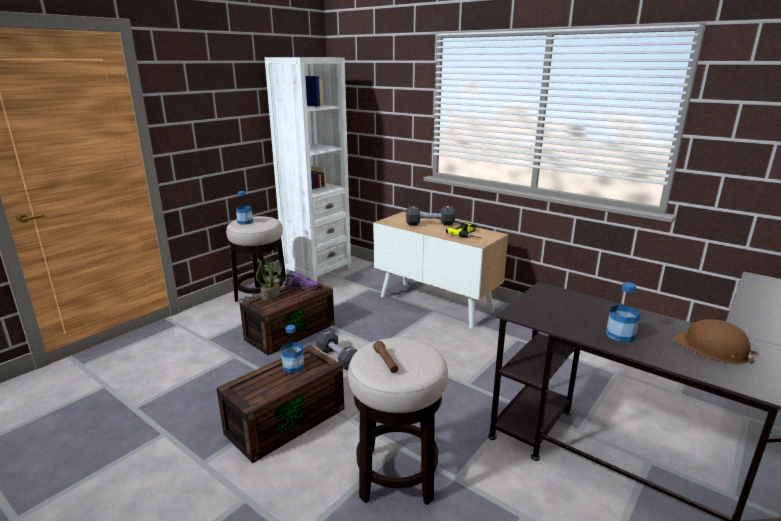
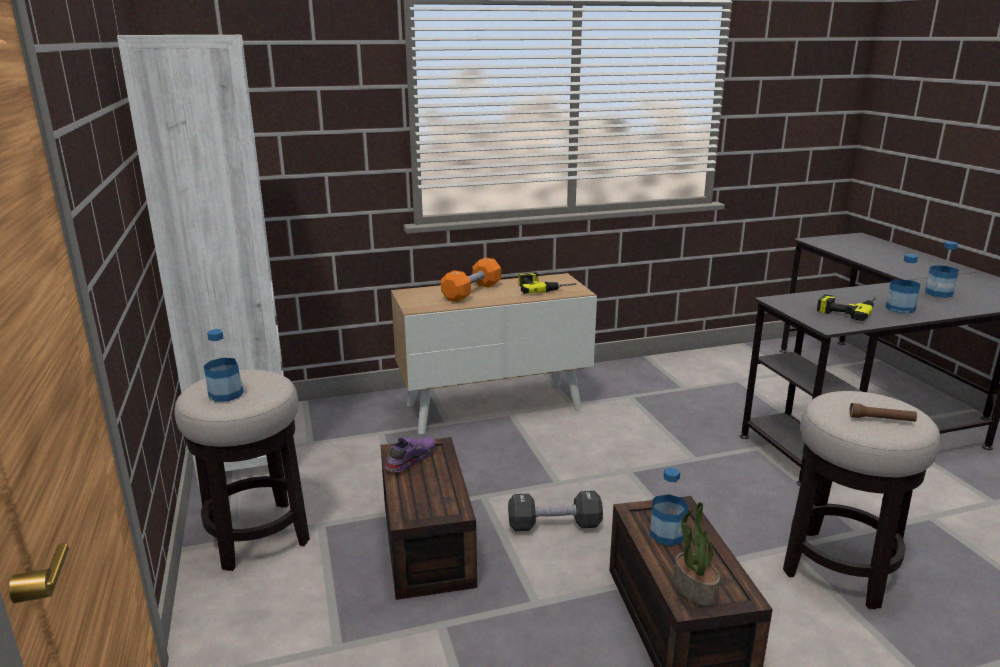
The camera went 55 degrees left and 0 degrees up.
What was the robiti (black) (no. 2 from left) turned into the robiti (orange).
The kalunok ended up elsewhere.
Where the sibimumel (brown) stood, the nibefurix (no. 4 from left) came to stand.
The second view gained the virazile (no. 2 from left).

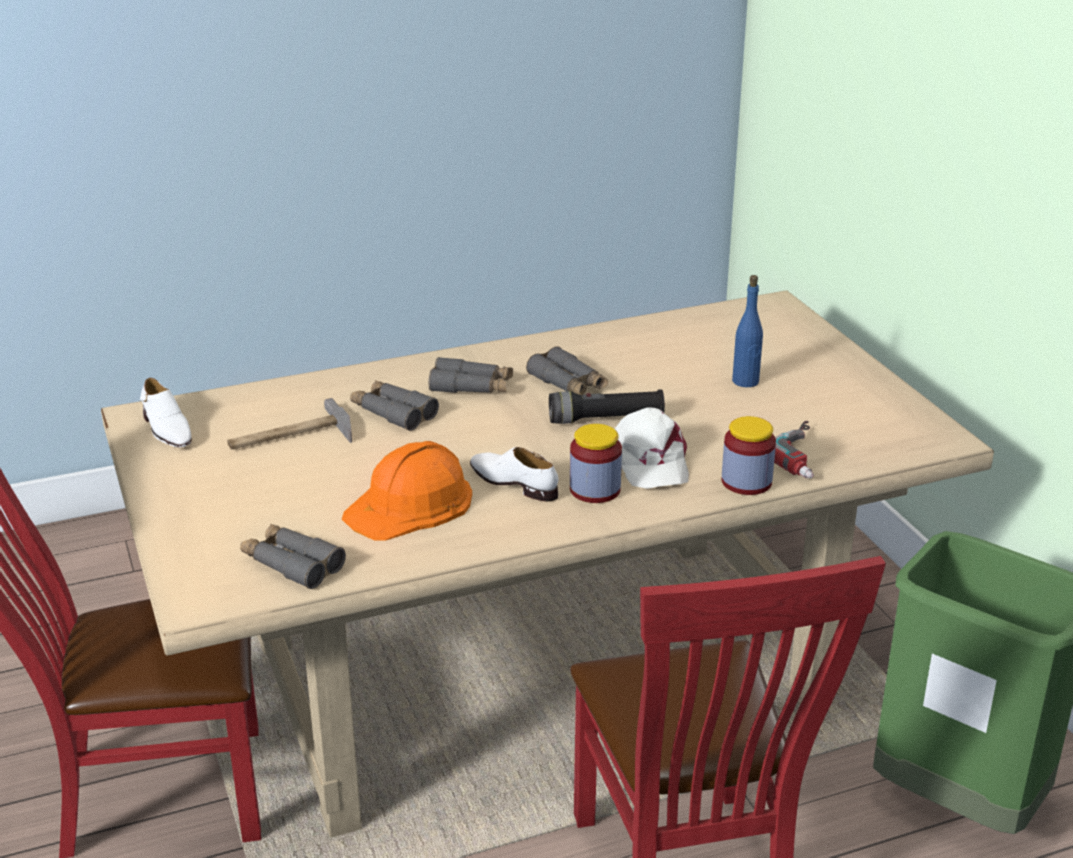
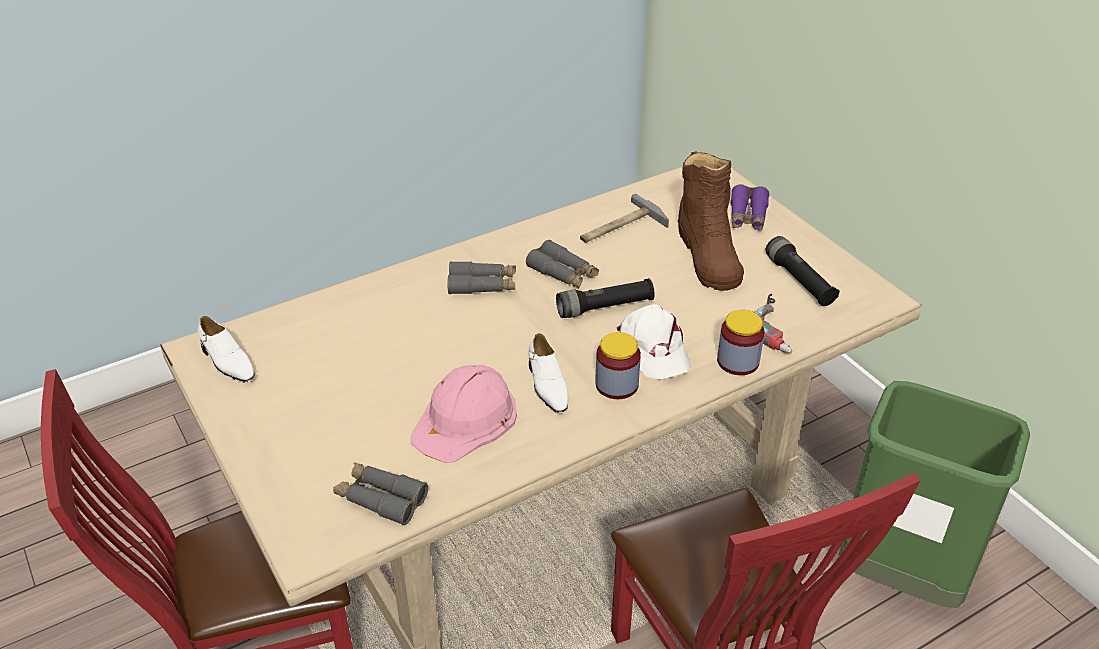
The camera went 10 degrees left and 10 degrees up.
Where the nibefurix (blue) stood, the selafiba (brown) came to stand.
The second view lost the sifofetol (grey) (no. 2 from left).
The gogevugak ended up elsewhere.
What was the sibimumel (orange) turned into the sibimumel (pink).
The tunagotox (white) (no. 2 from left) ended up facing another way, 135 degrees counterclockwise from before.
The second view gained the sifofetol (purple).
The second view gained the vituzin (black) (no. 2 from left).

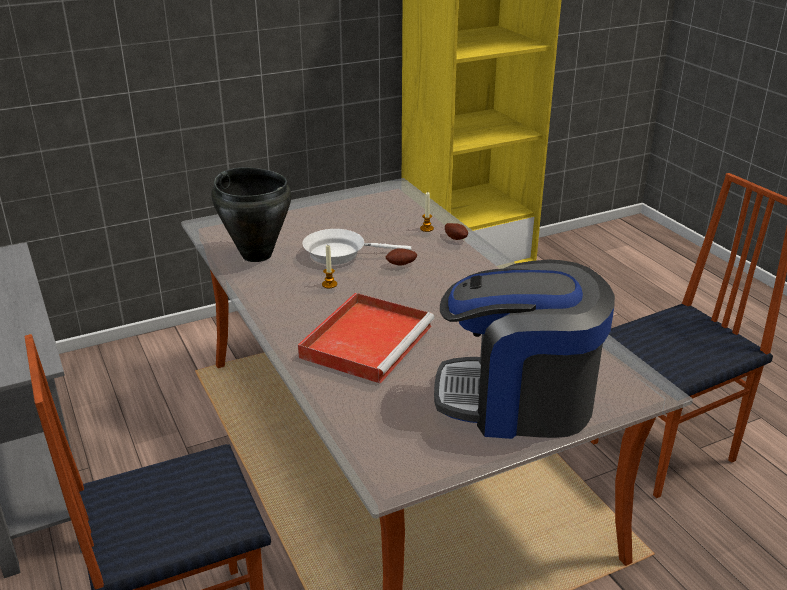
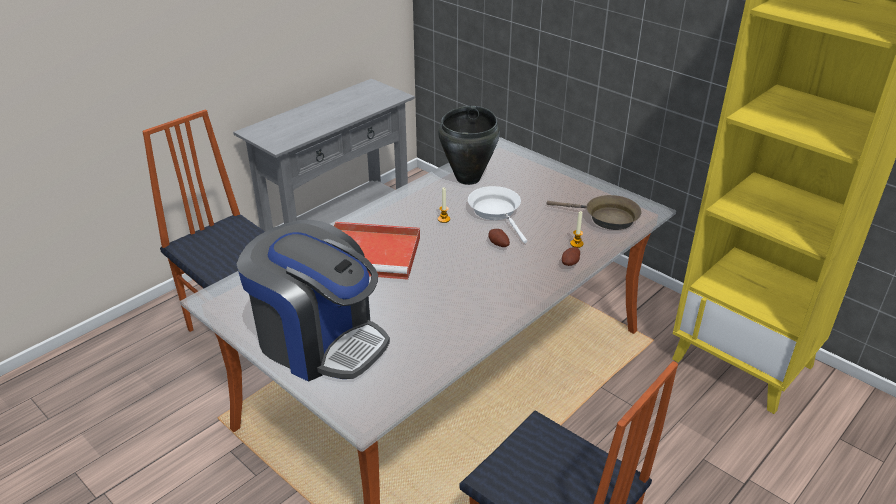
The camera went 70 degrees right and 5 degrees up.
The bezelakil ended up facing another way, 135 degrees clockwise from before.
The second view gained the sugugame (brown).

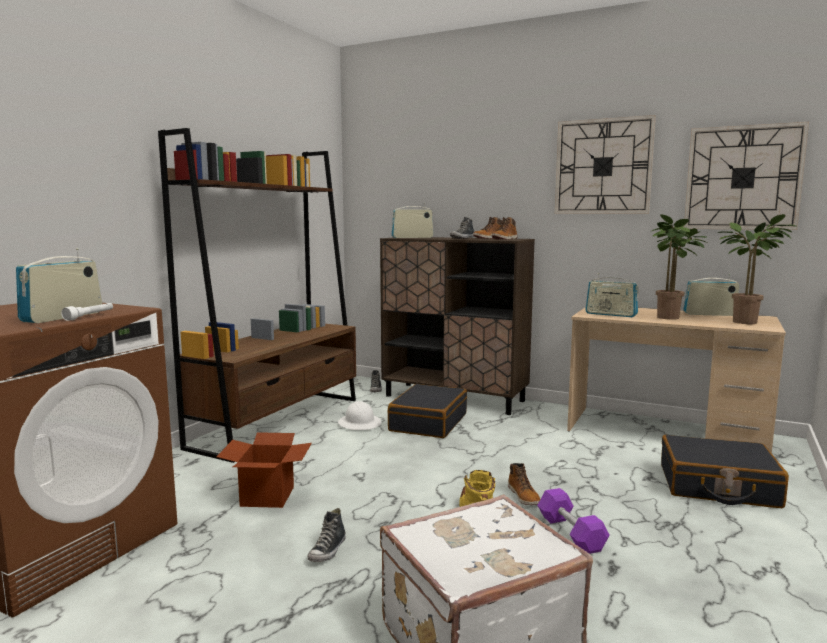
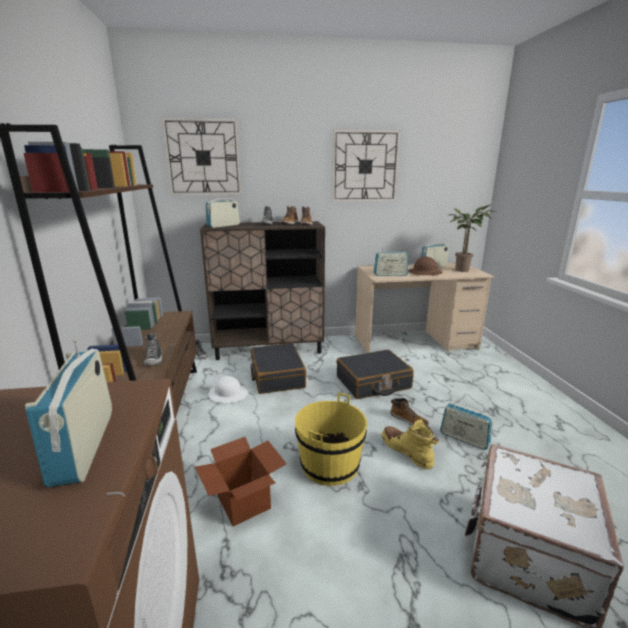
The camera went 35 degrees left and 10 degrees up.
The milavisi (no. 2 from left in the first image) ended up elsewhere.
Where the kalunok (no. 1 from left) stood, the sibimumel (brown) came to stand.
The second view lost the vituzin (white).
The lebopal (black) (no. 2 from left) ended up elsewhere.
Where the robiti (purple) stood, the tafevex (no. 5 from left) came to stand.
The tunagotox (no. 1 from left) ended up elsewhere.
The second view gained the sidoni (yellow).

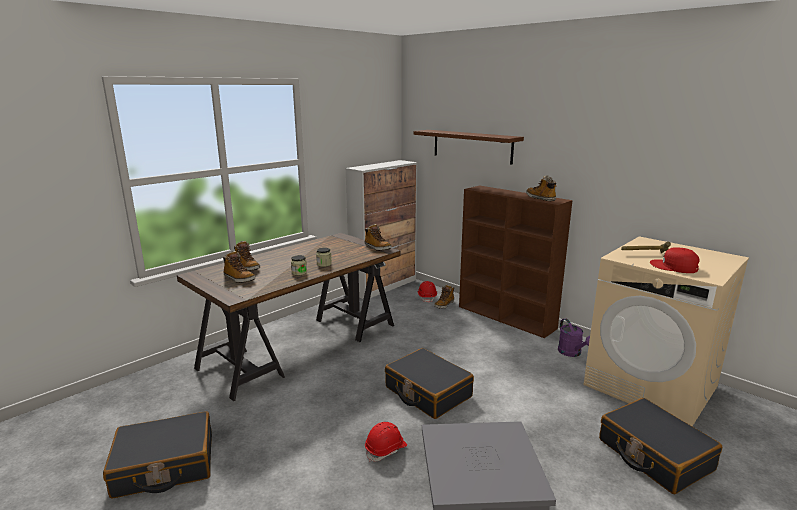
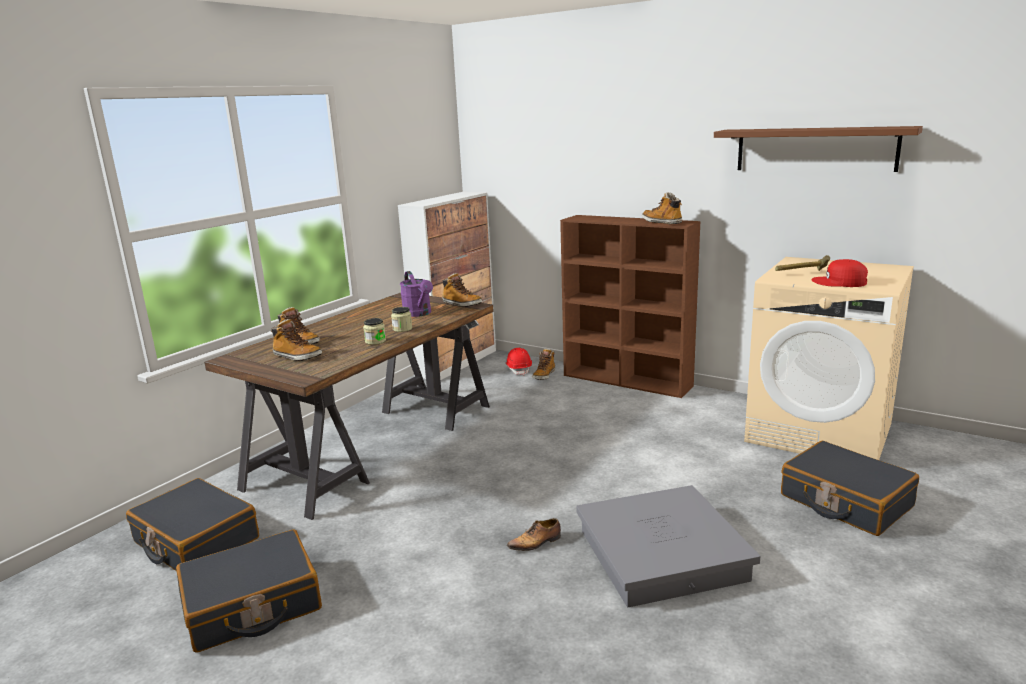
The camera went 10 degrees left and 0 degrees up.
The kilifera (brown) ended up elsewhere.
The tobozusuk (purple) ended up elsewhere.
The lebopal (black) (no. 2 from left in the first image) ended up elsewhere.
Where the sibimumel (red) (no. 1 from left) stood, the tunagotox came to stand.

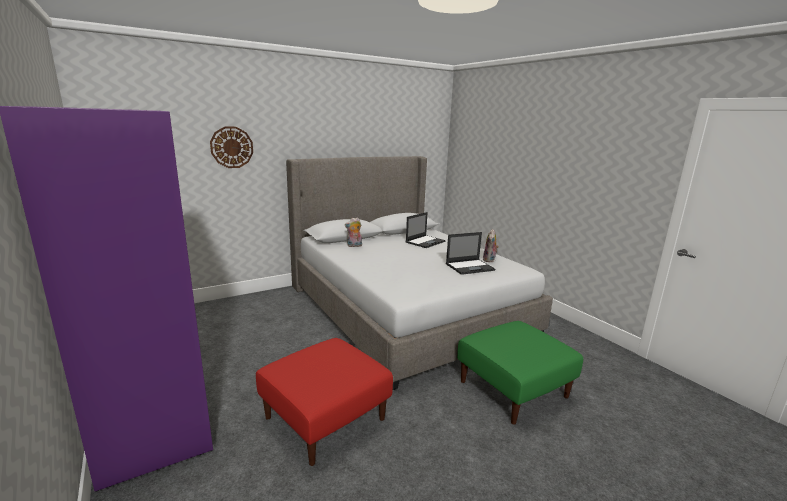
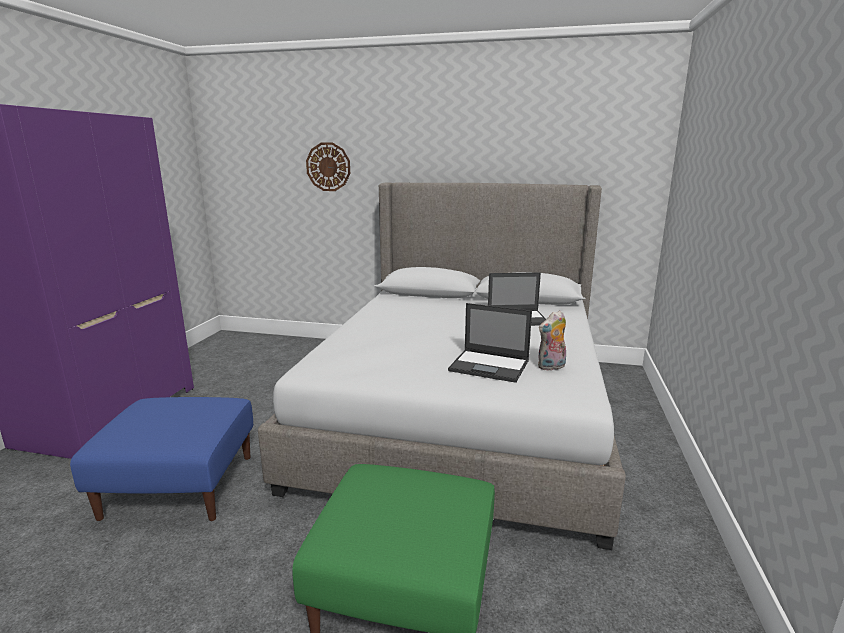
The camera went 45 degrees right and 0 degrees up.
The second view lost the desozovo (no. 1 from left).
What was the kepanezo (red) turned into the kepanezo (blue).

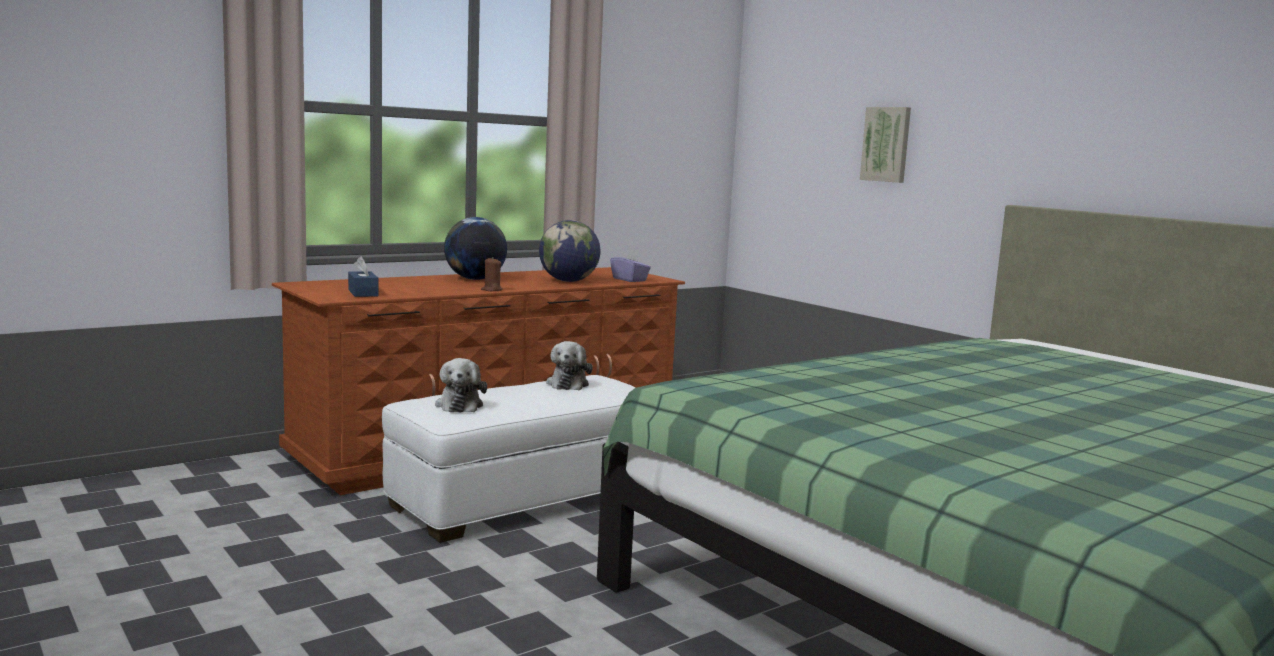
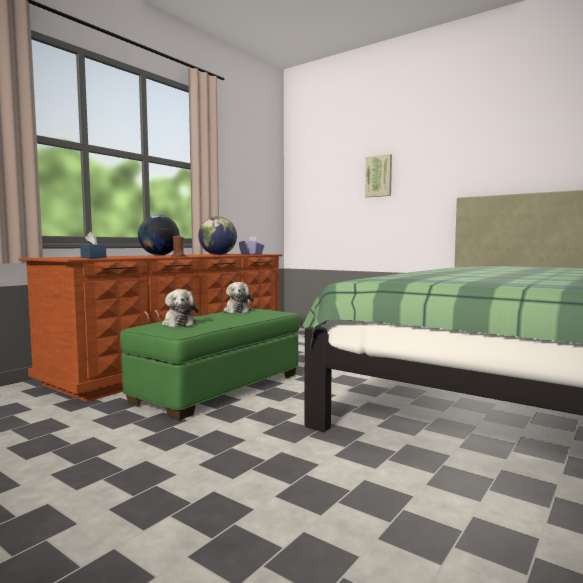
The camera went 15 degrees left and 5 degrees down.
What was the kepanezo (white) turned into the kepanezo (green).

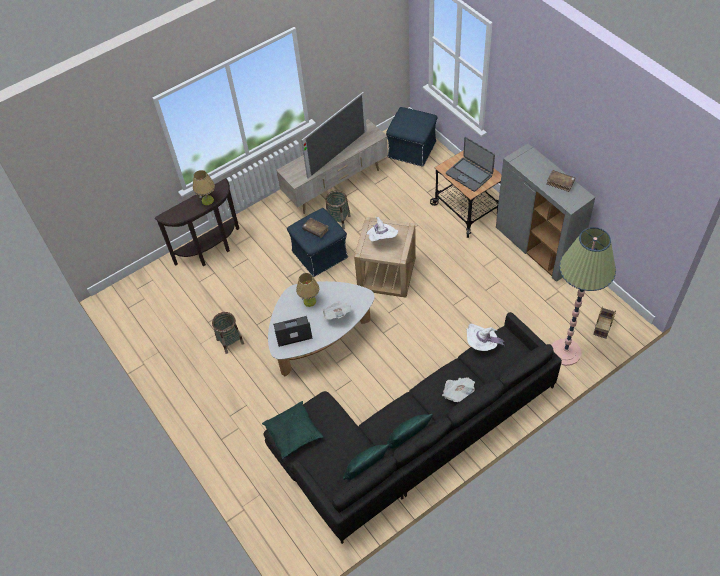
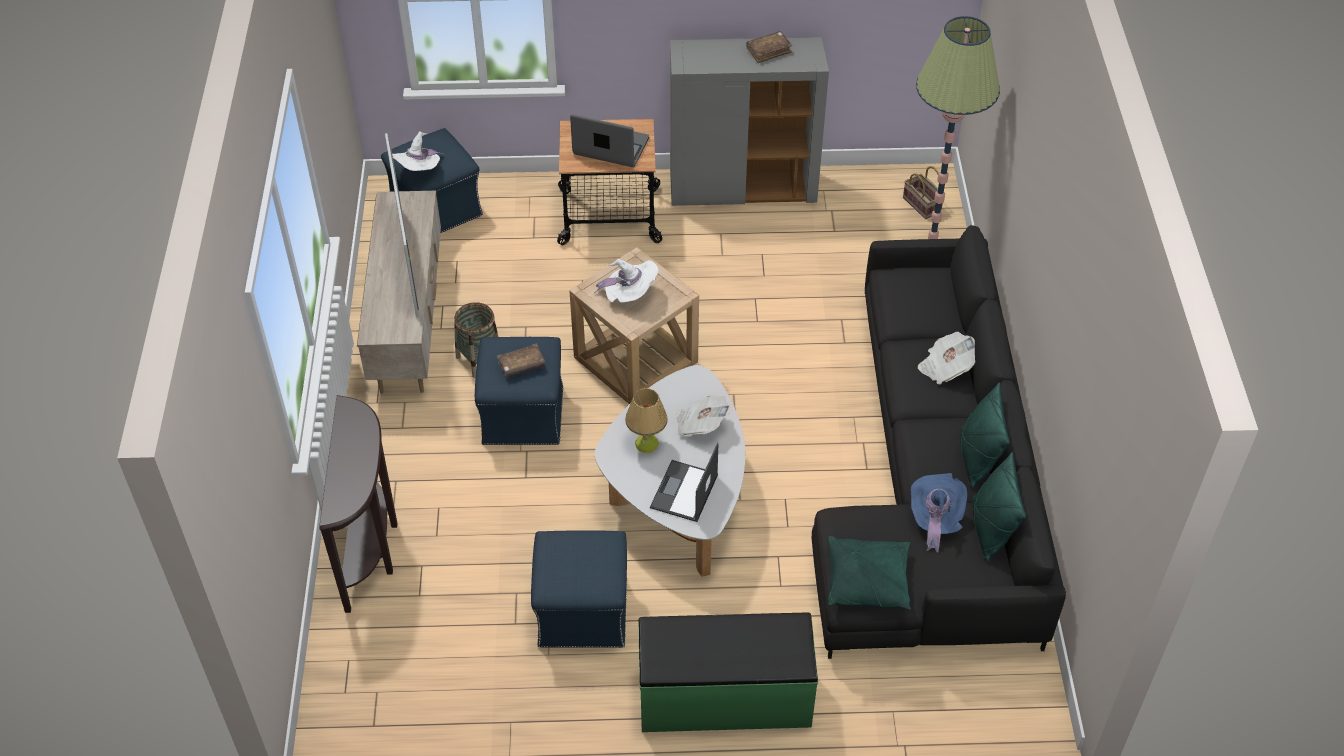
The camera went 60 degrees left and 5 degrees down.
The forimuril (no. 2 from left in the first image) ended up facing another way, 150 degrees counterclockwise from before.
The second view lost the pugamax (no. 1 from left).
Where the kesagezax (no. 1 from left) stood, the kepanezo (blue) (no. 3 from left) came to stand.
The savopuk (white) (no. 2 from left in the first image) ended up elsewhere.
The second view gained the savopuk (blue).
The second view gained the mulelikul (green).

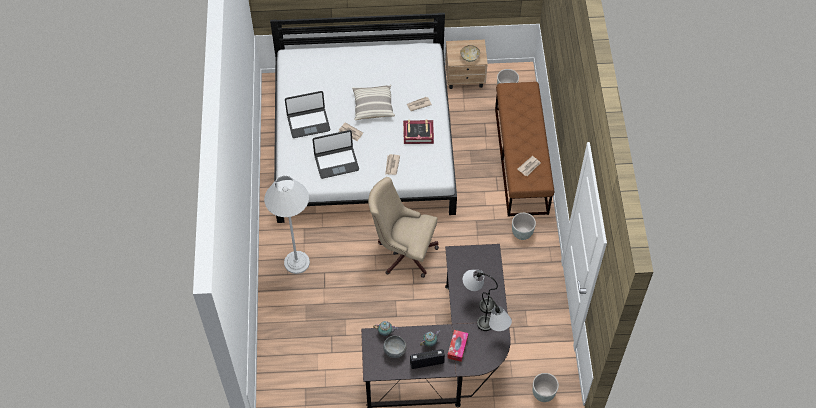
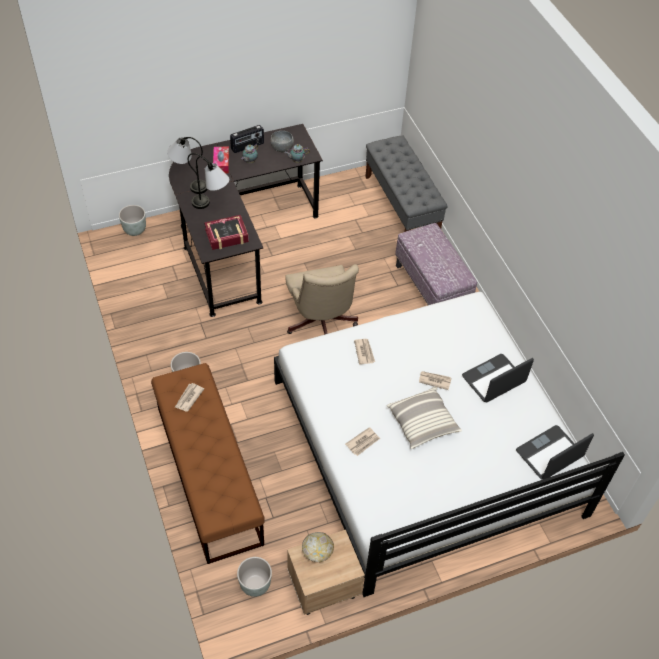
The camera went 160 degrees right and 5 degrees down.
The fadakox ended up elsewhere.
The forimuril (no. 2 from left) ended up elsewhere.
Where the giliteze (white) stood, the kepanezo came to stand.
The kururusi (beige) ended up facing another way, 75 degrees clockwise from before.
The second view gained the mulelikul (grey).

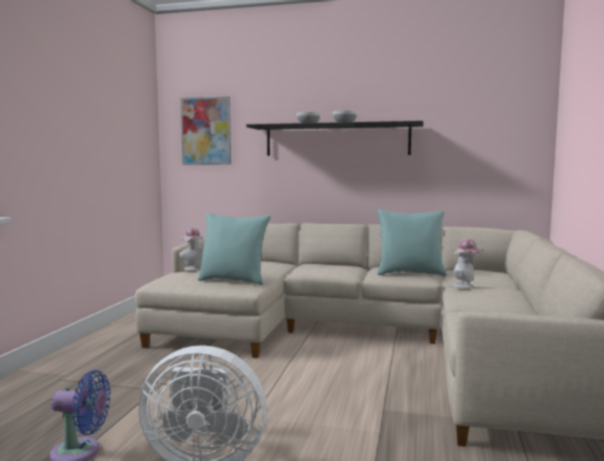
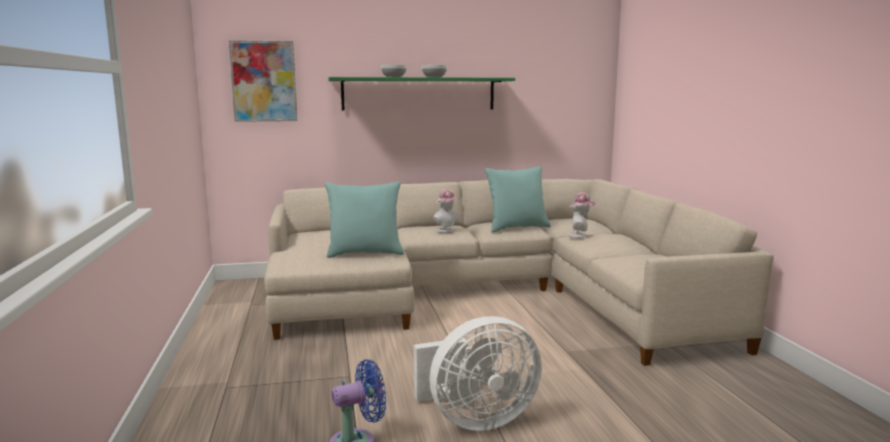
The camera went 25 degrees left and 5 degrees up.
What was the kilifera (black) turned into the kilifera (green).
The savopuk (no. 1 from left) ended up elsewhere.

